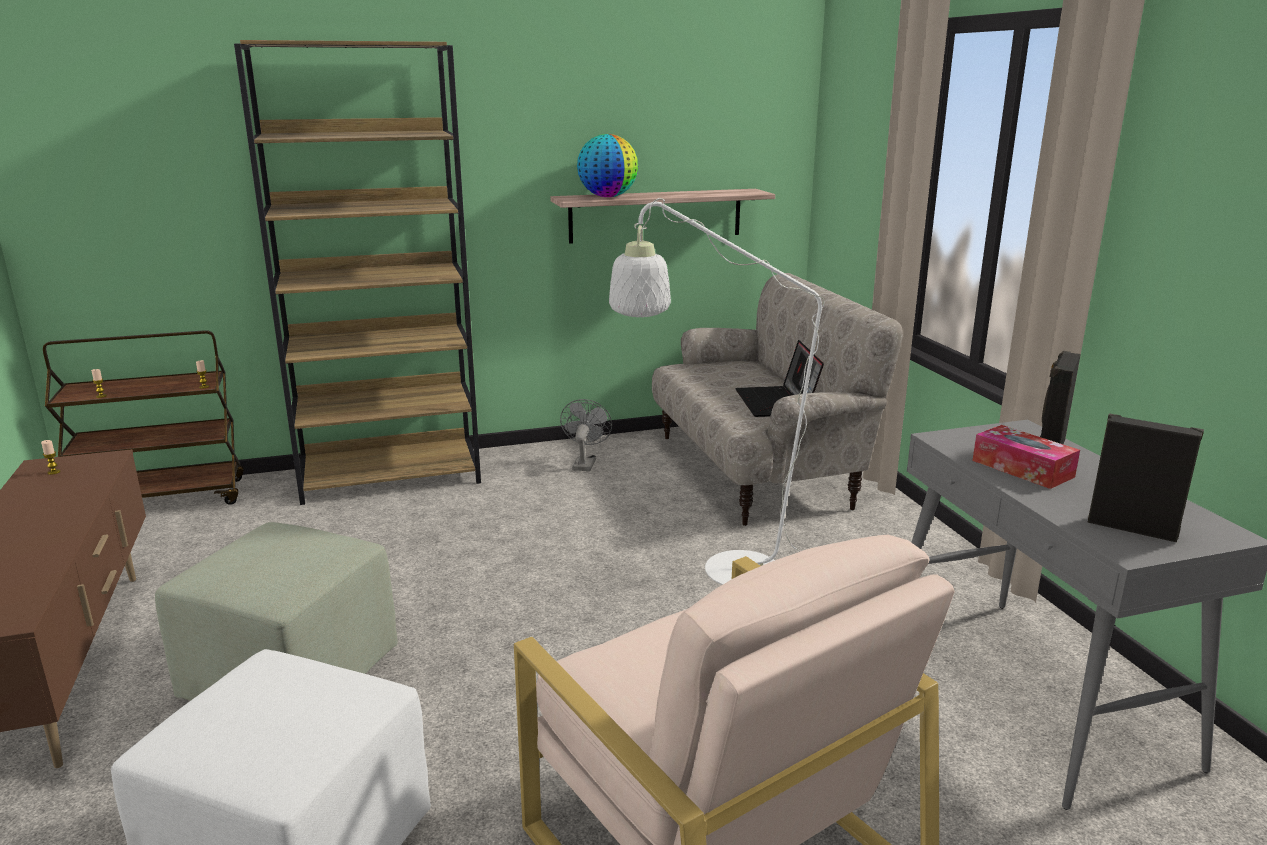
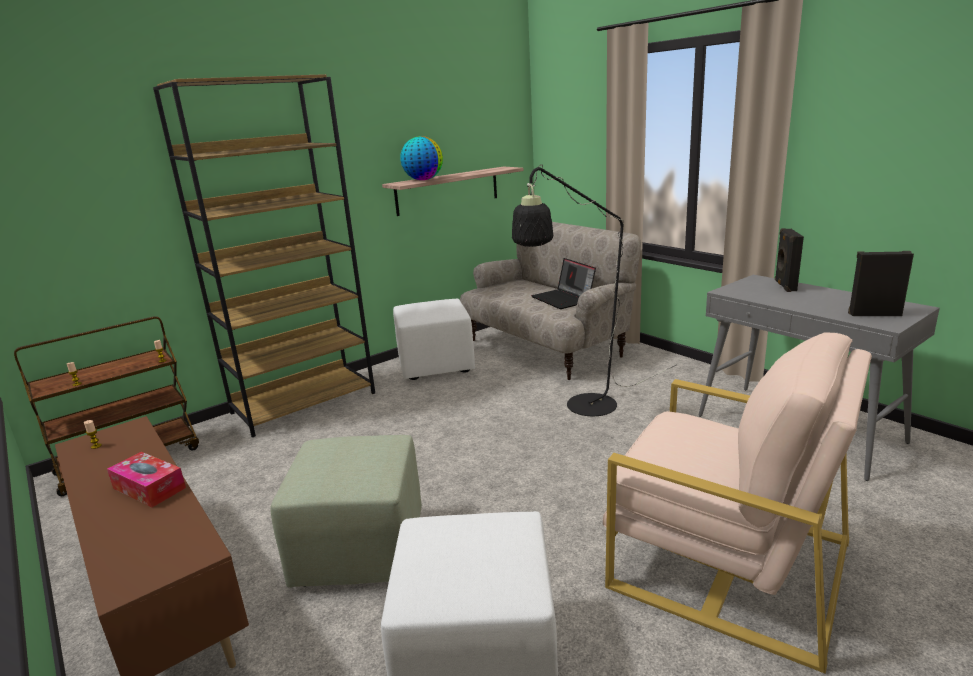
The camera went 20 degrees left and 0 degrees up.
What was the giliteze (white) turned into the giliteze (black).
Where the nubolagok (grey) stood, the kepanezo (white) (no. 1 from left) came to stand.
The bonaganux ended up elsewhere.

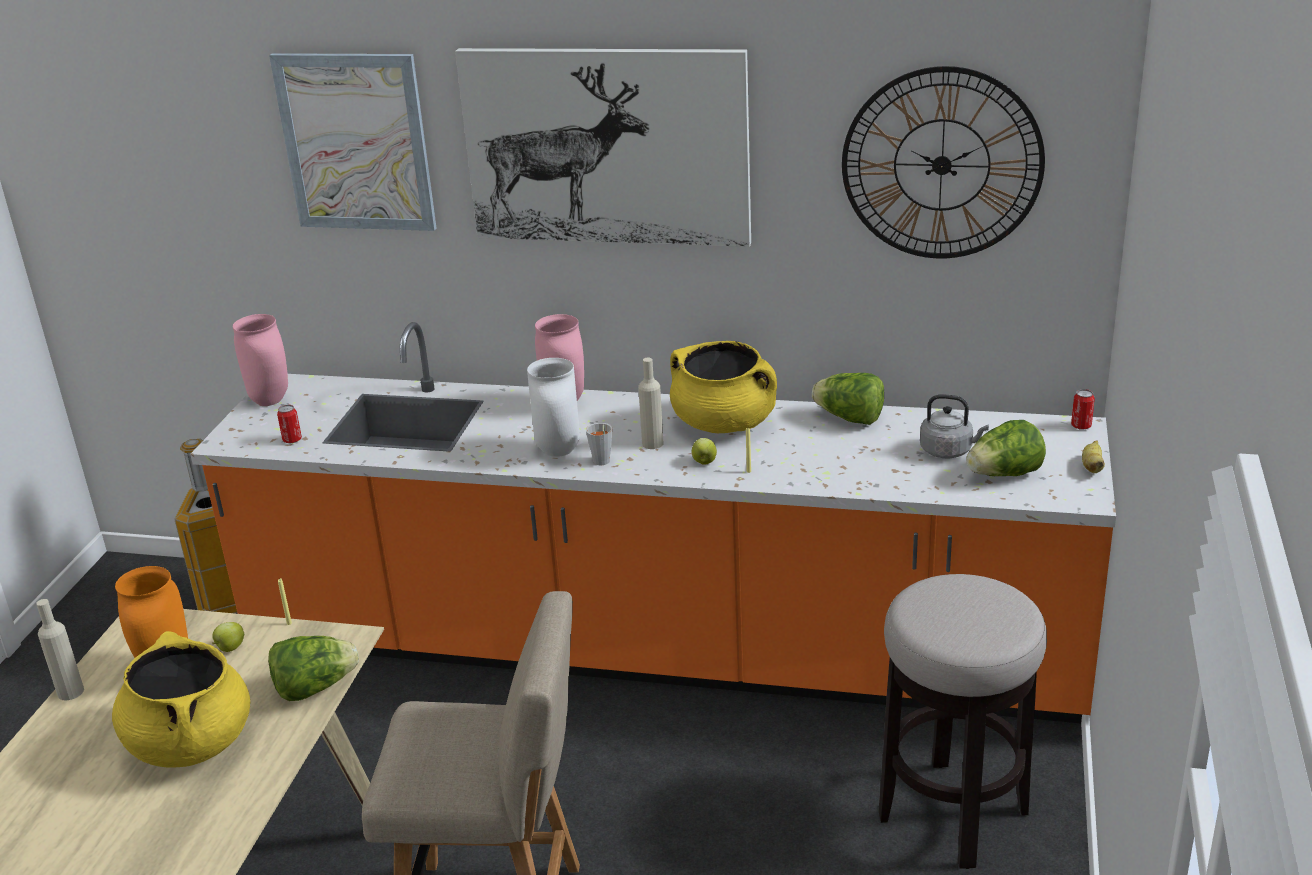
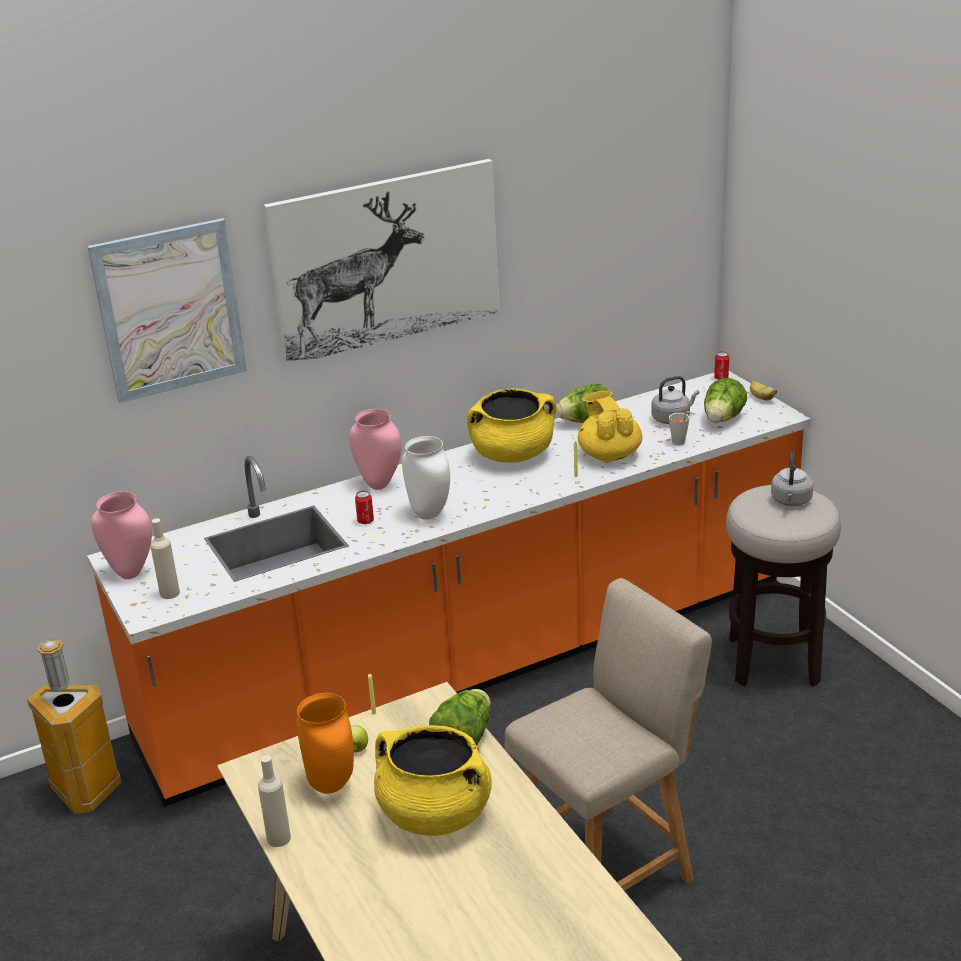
The camera went 40 degrees left and 0 degrees up.
The second view lost the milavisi.
The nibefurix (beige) (no. 2 from left in the first image) ended up elsewhere.
The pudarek (no. 1 from left) ended up elsewhere.
The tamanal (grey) ended up elsewhere.
The second view lost the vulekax (no. 2 from left).
The second view gained the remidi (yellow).
The second view gained the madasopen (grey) (no. 2 from left).

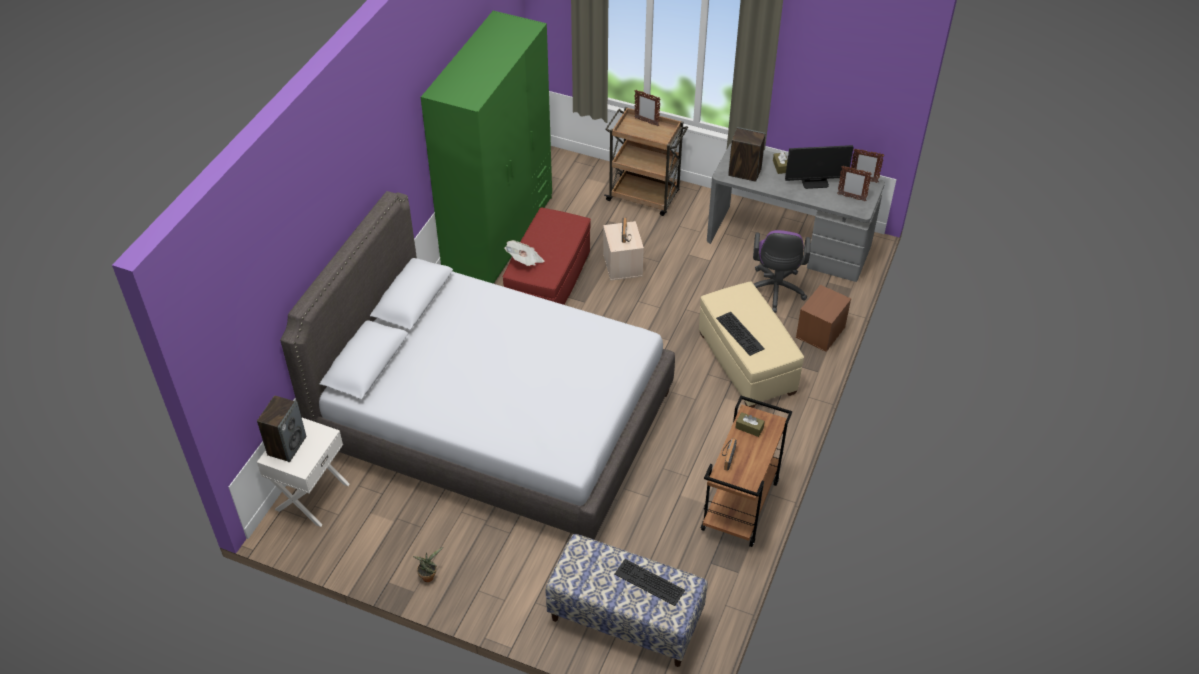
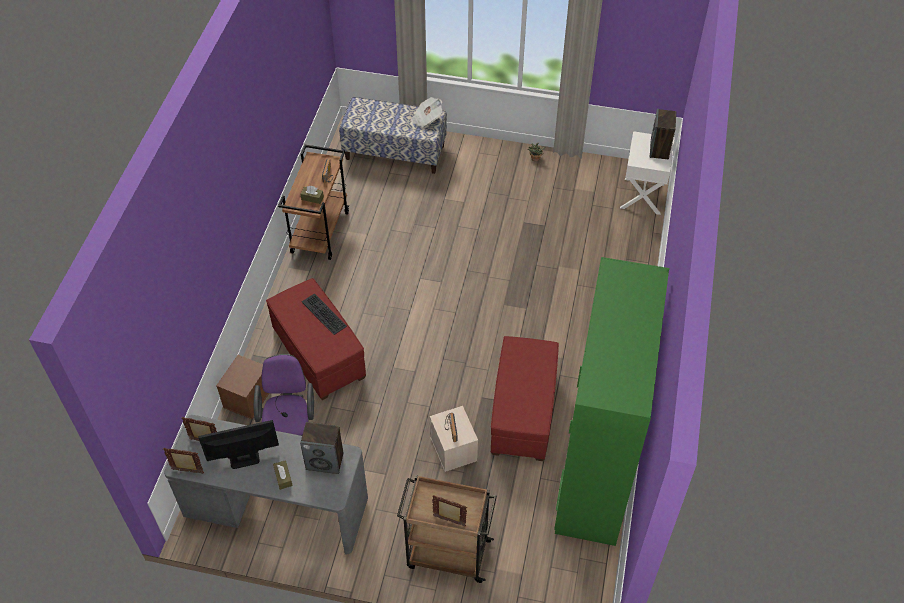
The camera went 170 degrees right and 5 degrees up.
The second view lost the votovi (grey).
The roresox ended up elsewhere.
What was the kepanezo (beige) turned into the kepanezo (red) (no. 1 from left).
The second view lost the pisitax (no. 1 from left).

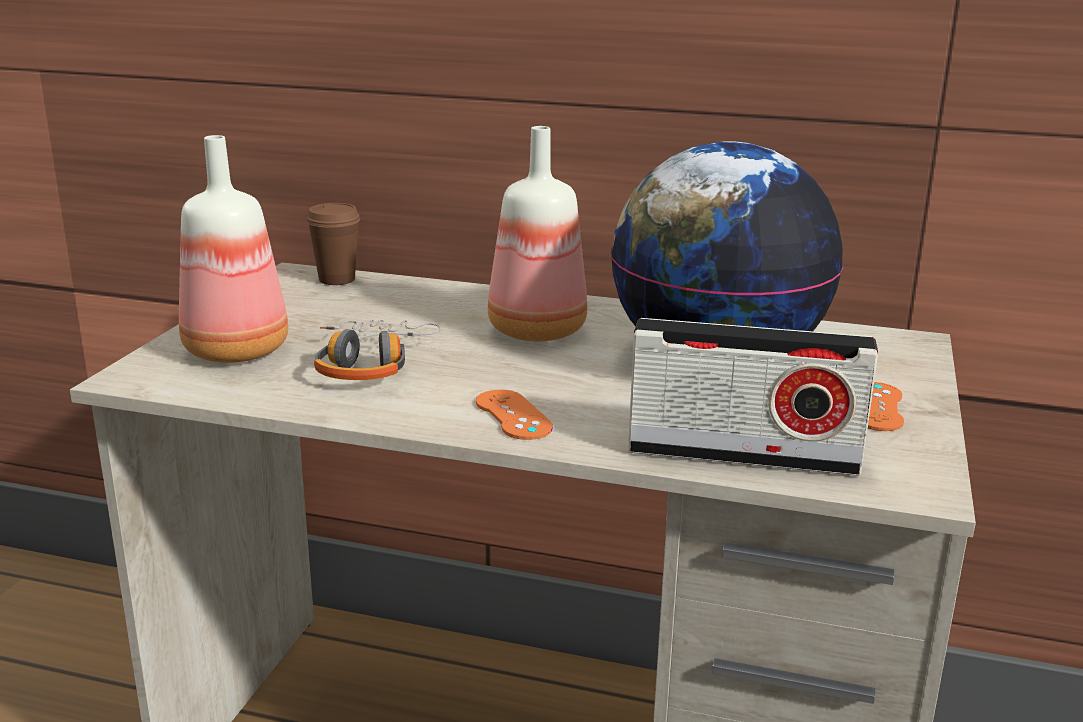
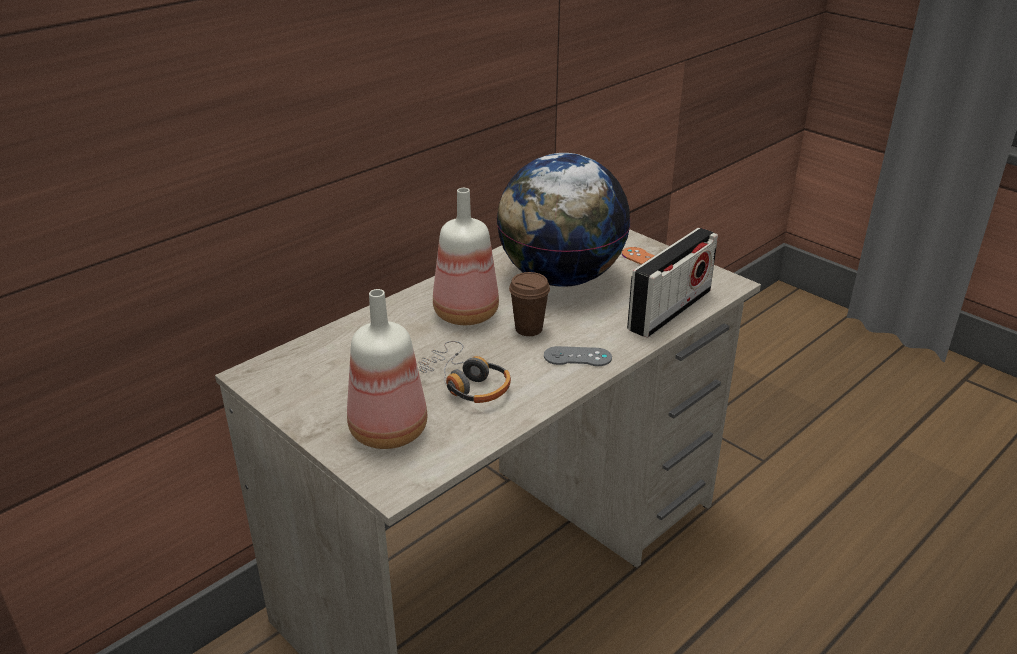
The camera went 60 degrees left and 10 degrees up.
The tamanal (brown) ended up elsewhere.
What was the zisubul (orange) (no. 1 from left) turned into the zisubul (grey).

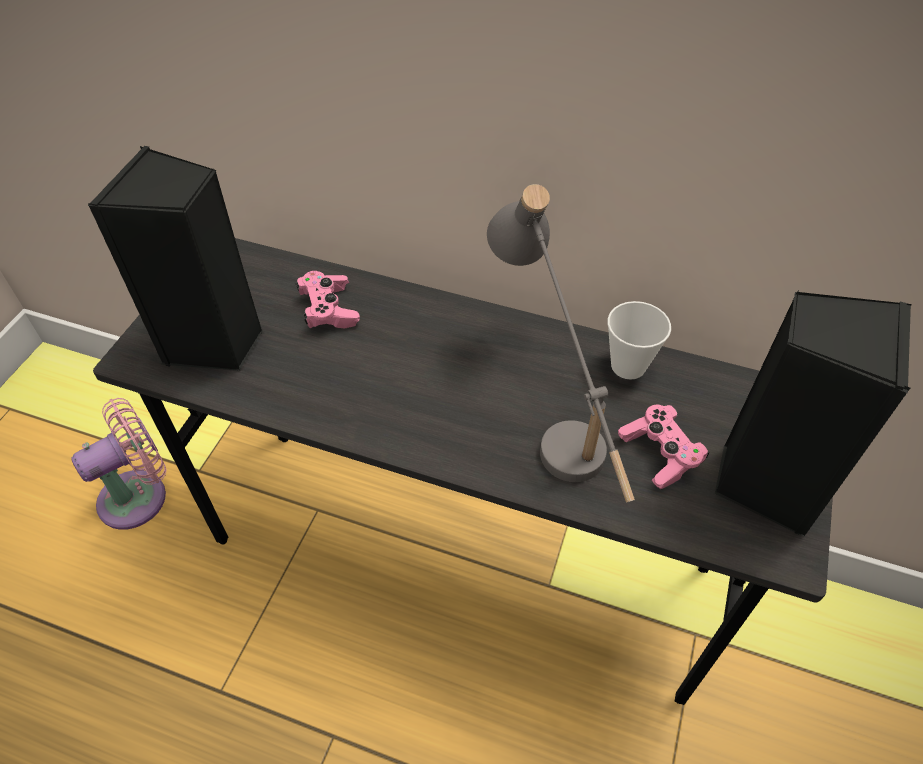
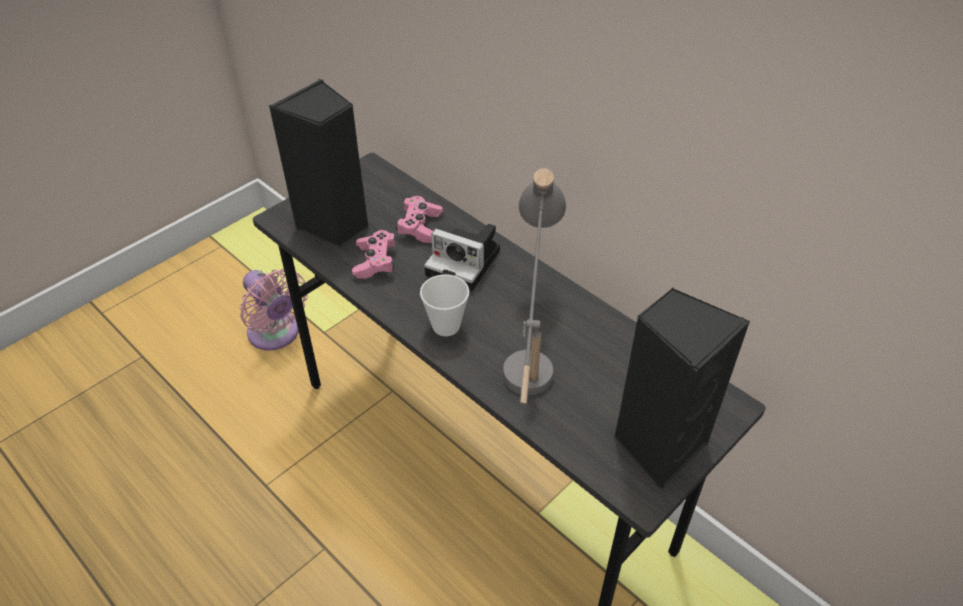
The camera went 25 degrees right and 5 degrees down.
The tamanal ended up elsewhere.
The nubolagok (pink) ended up facing another way, 60 degrees clockwise from before.
The zisubul (pink) (no. 2 from left in the first image) ended up elsewhere.
The second view gained the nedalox.

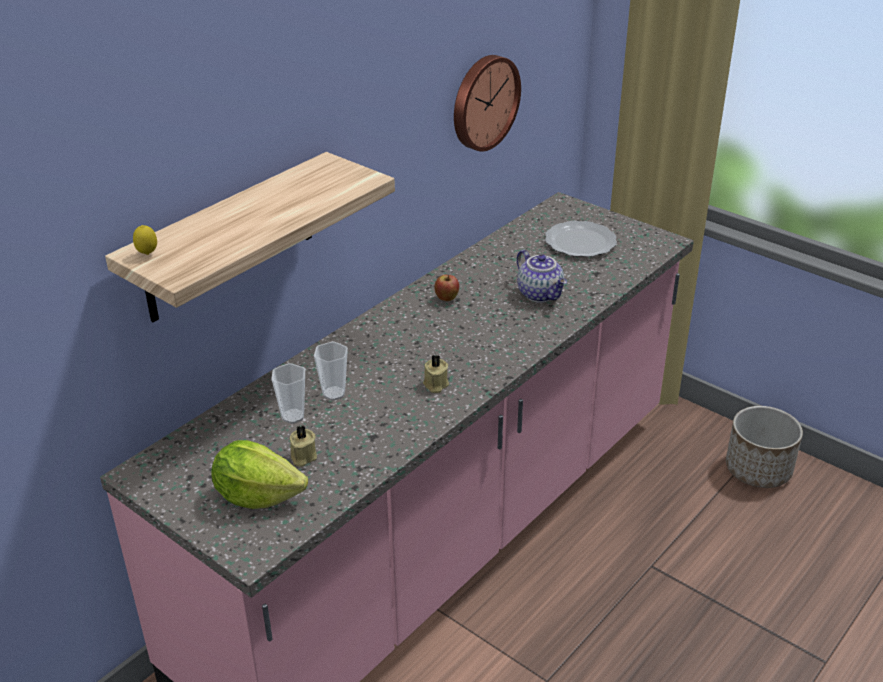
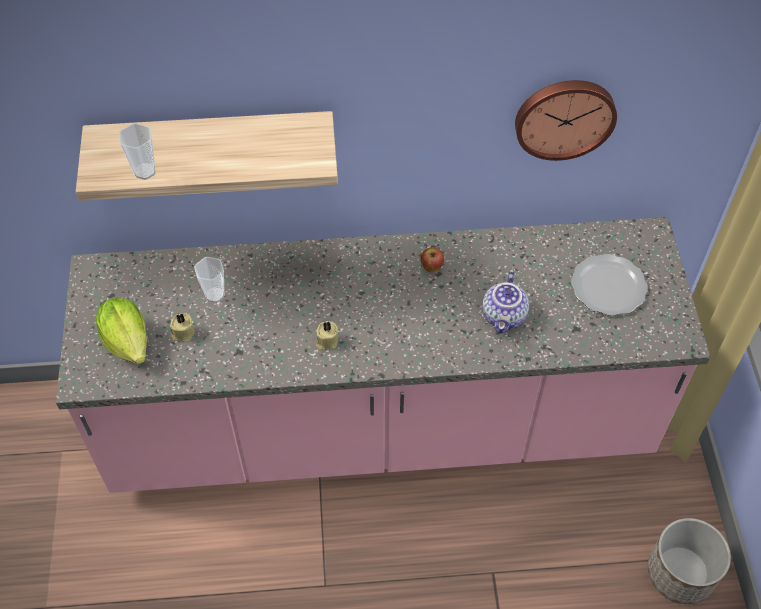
The camera went 45 degrees right and 20 degrees up.
The second view lost the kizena.
The tamanal (no. 2 from left in the first image) ended up elsewhere.

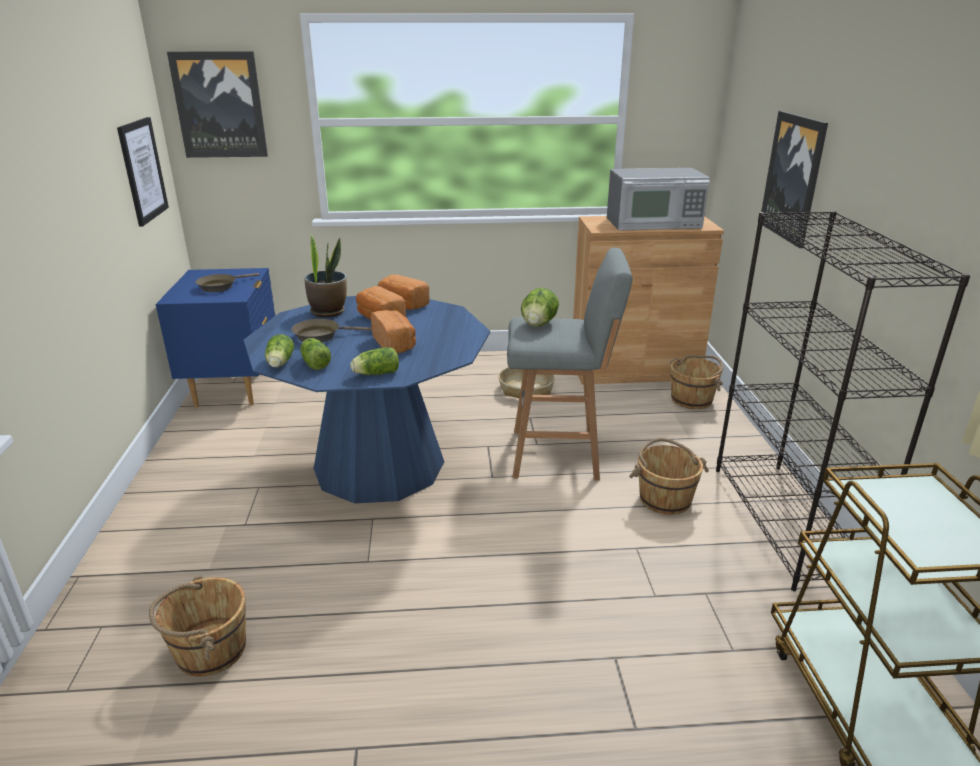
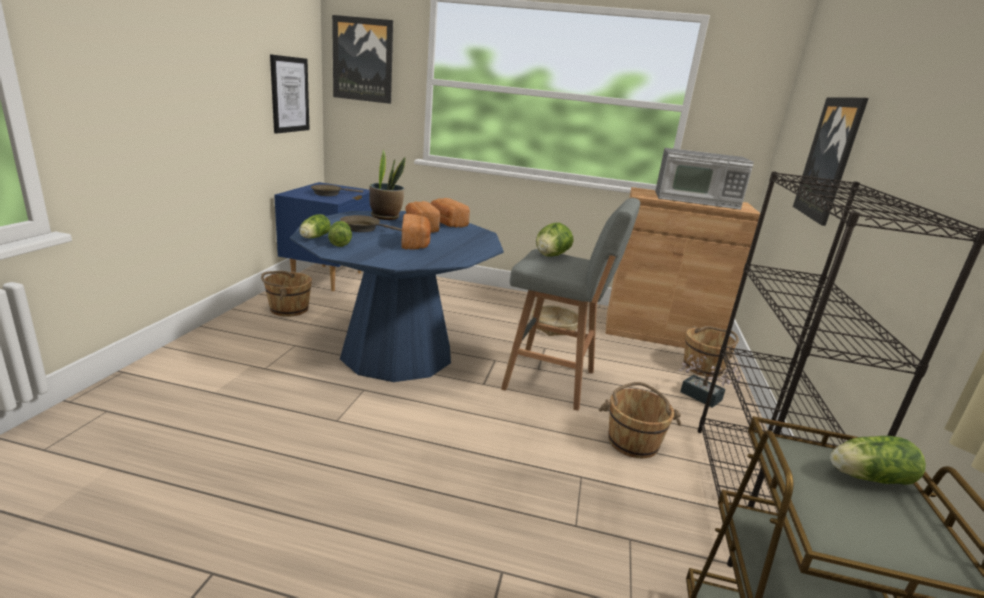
The camera went 15 degrees right and 5 degrees down.
The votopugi (no. 3 from left in the first image) ended up elsewhere.
The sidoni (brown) (no. 1 from left) ended up elsewhere.
The second view gained the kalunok (no. 2 from left).

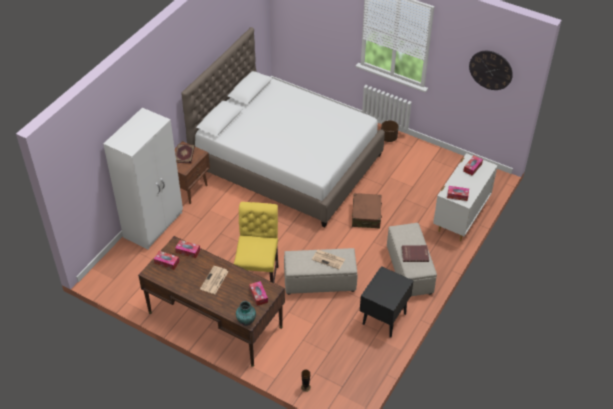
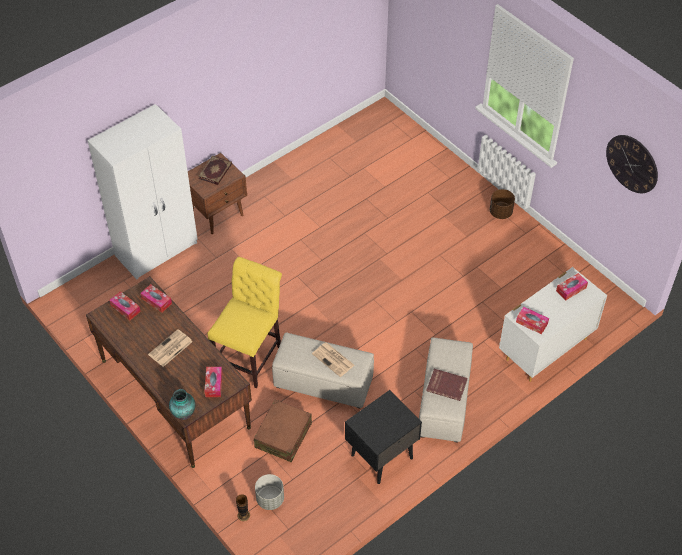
The camera went 20 degrees right and 5 degrees up.
The second view lost the votovi (white).
The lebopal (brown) ended up elsewhere.
The second view gained the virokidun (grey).

